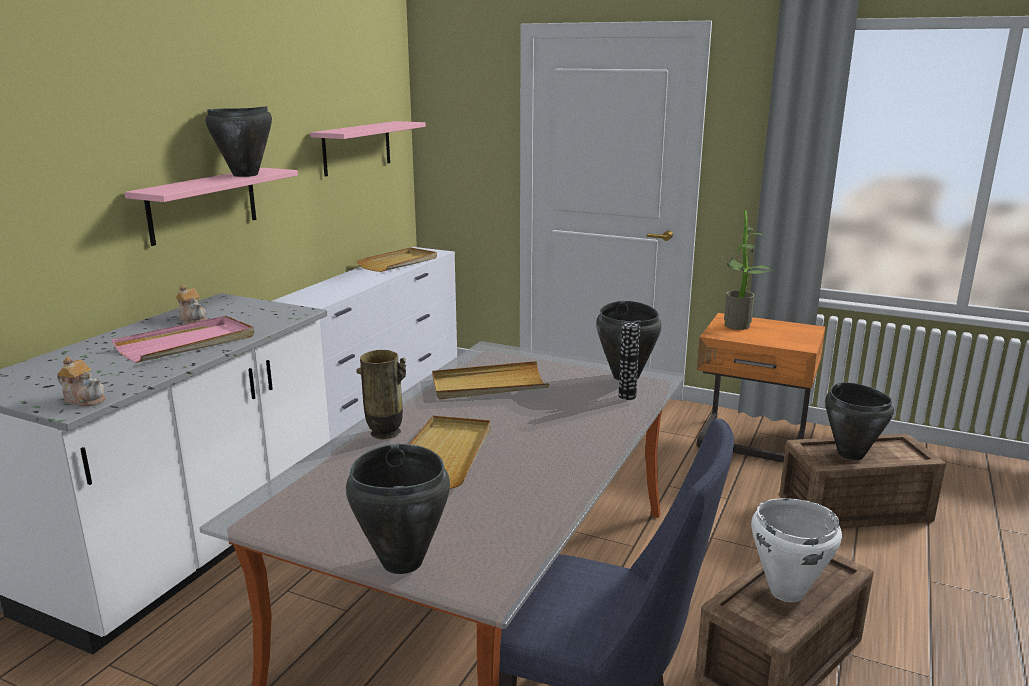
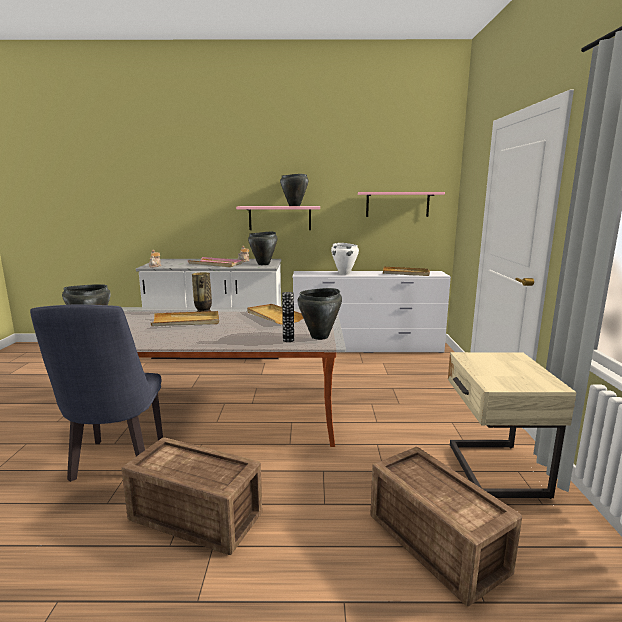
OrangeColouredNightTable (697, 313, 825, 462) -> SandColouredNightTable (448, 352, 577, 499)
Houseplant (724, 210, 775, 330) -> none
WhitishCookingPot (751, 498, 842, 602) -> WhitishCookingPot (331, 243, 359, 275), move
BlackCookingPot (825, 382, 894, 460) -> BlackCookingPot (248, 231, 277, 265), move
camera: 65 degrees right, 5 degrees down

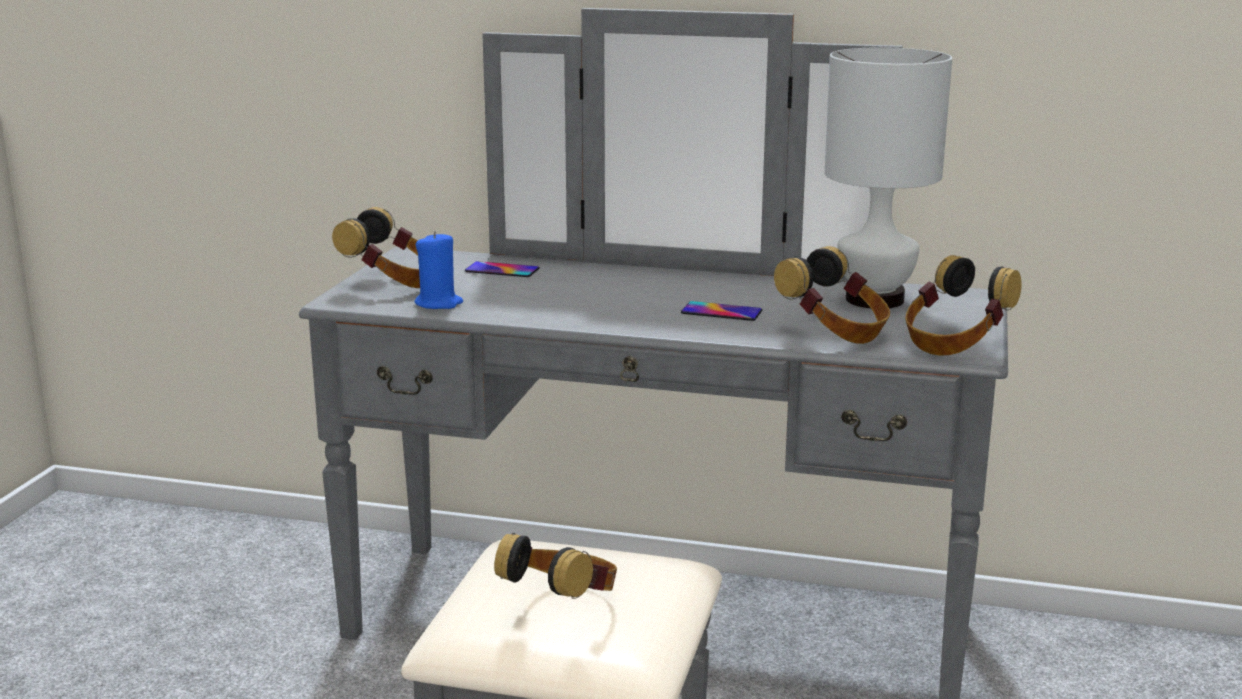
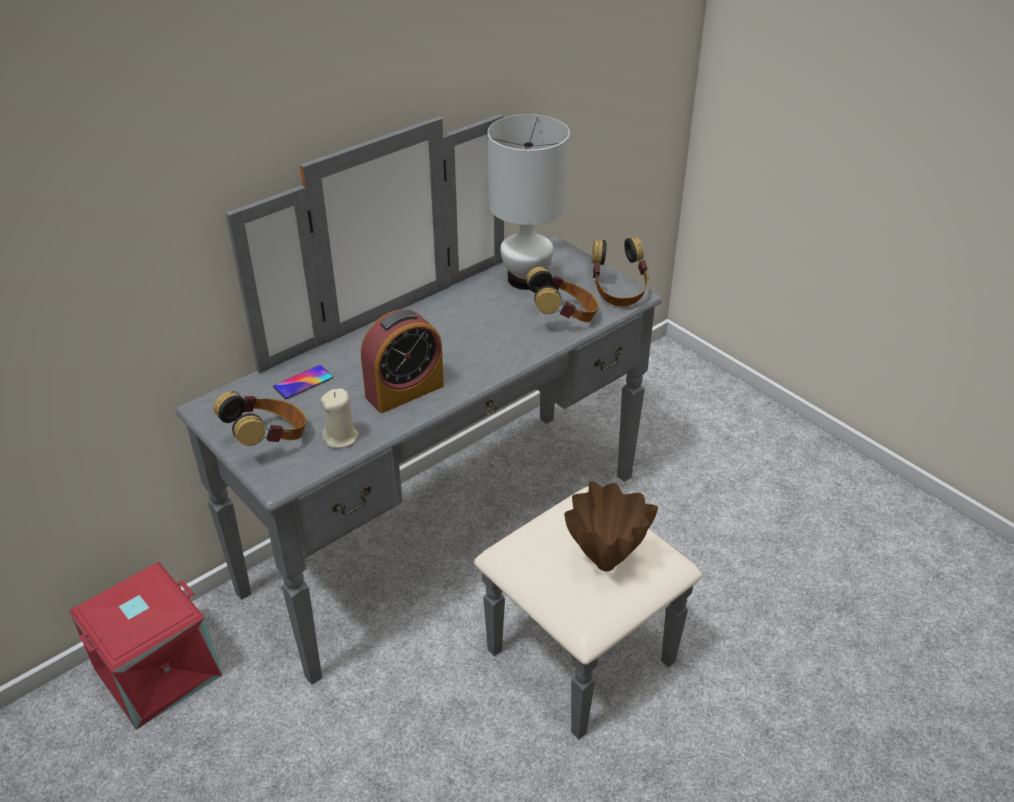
BlueColouredCandle (414, 231, 463, 309) -> SandColouredCandle (321, 388, 359, 448)
Headphones (494, 533, 617, 599) -> BrownFlowerVase (564, 481, 658, 571)
Phone (681, 301, 763, 321) -> none
none -> RedColouredStorageBin (69, 562, 222, 730)
none -> BedsideClock (361, 309, 444, 413)
camera: 55 degrees left, 20 degrees up

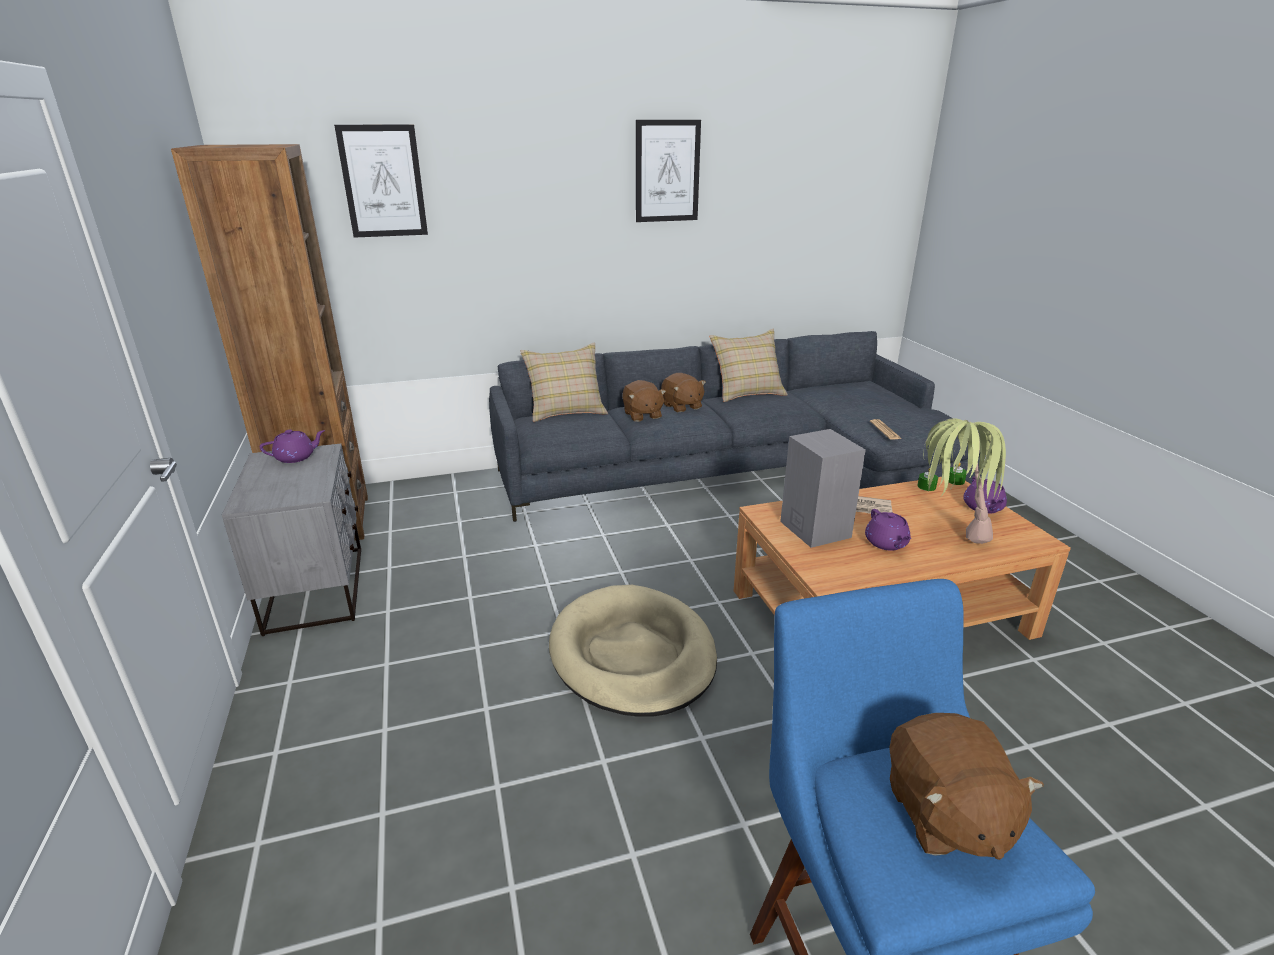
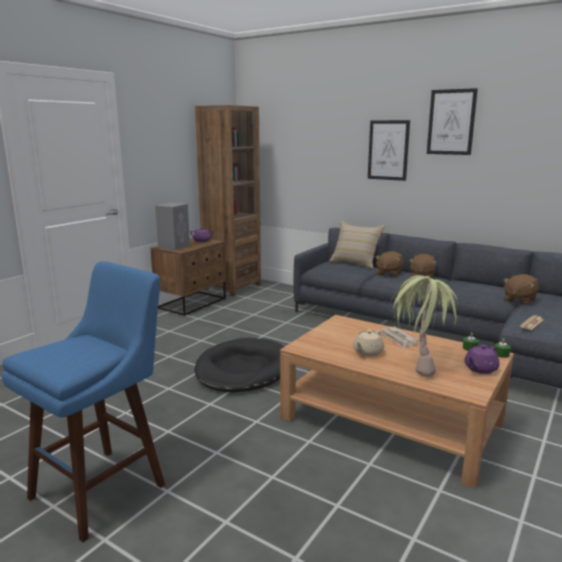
GreyNightTable (222, 444, 361, 636) -> BrownNightTable (150, 237, 226, 316)
Picture (334, 125, 428, 238) -> Picture (368, 120, 410, 181), move
SandColouredDogCushion (549, 585, 717, 717) -> BlackDogCushion (194, 338, 284, 392)
SandColouredPillow (709, 329, 788, 402) -> none
GreyLoudspeaker (780, 429, 866, 548) -> GreyLoudspeaker (155, 202, 190, 250), move
PurplishTeapot (865, 509, 911, 551) -> SandColouredTeapot (353, 330, 384, 357)
BrownSoftToy (889, 713, 1044, 860) -> BrownSoftToy (503, 274, 539, 305), move
camera: 50 degrees right, 10 degrees down

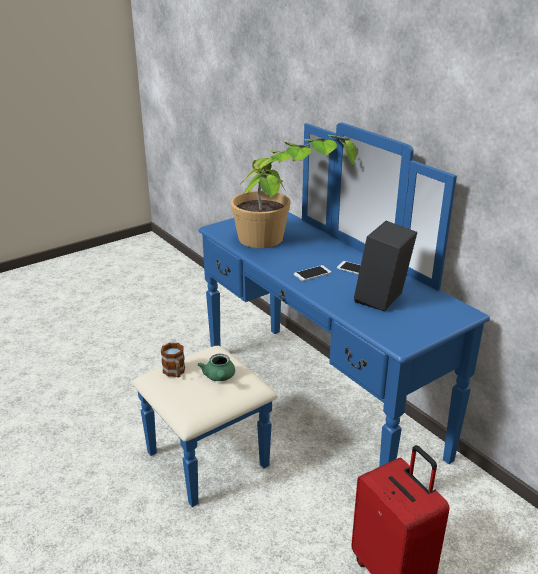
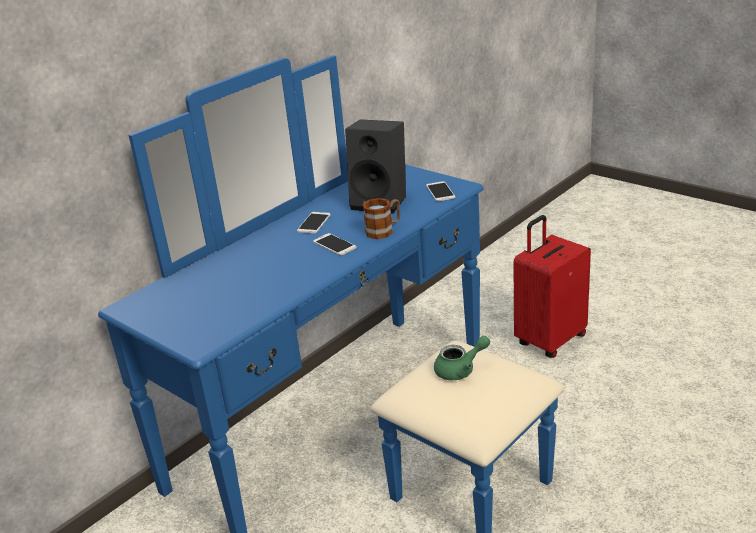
TeaMug (161, 343, 185, 378) -> TeaMug (363, 198, 400, 239), move
Houseplant (230, 135, 357, 248) -> none
none -> Phone (426, 181, 455, 201)
camera: 100 degrees left, 0 degrees up

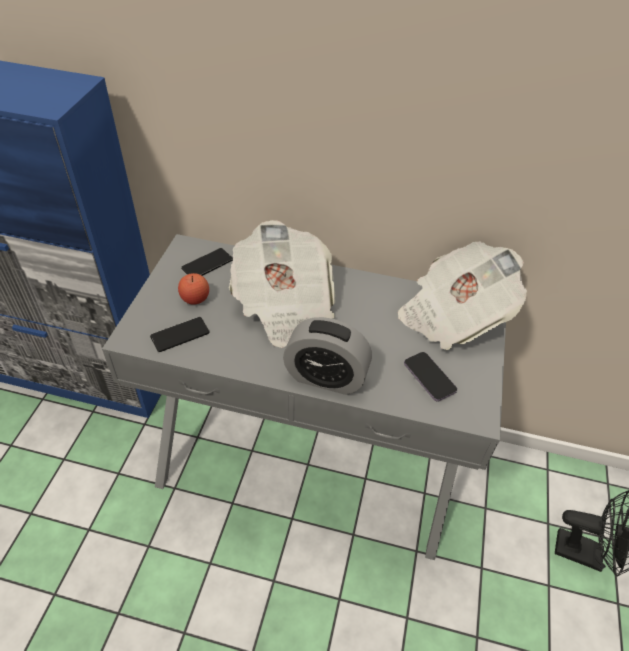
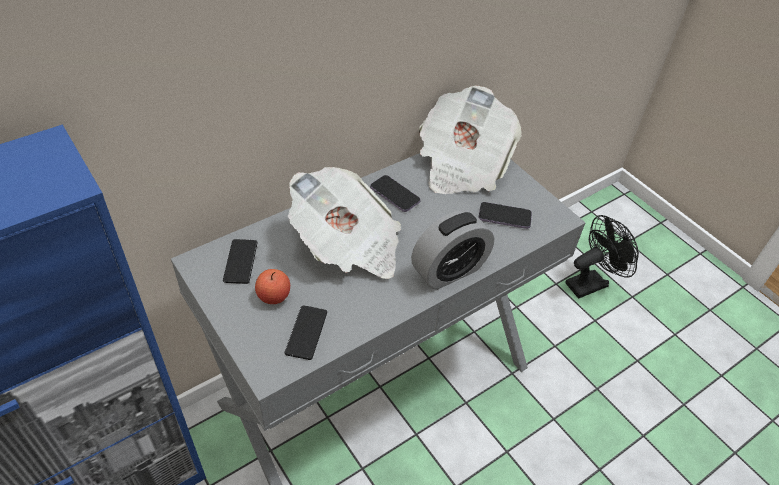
none -> Phone (370, 175, 421, 212)
camera: 50 degrees left, 0 degrees up

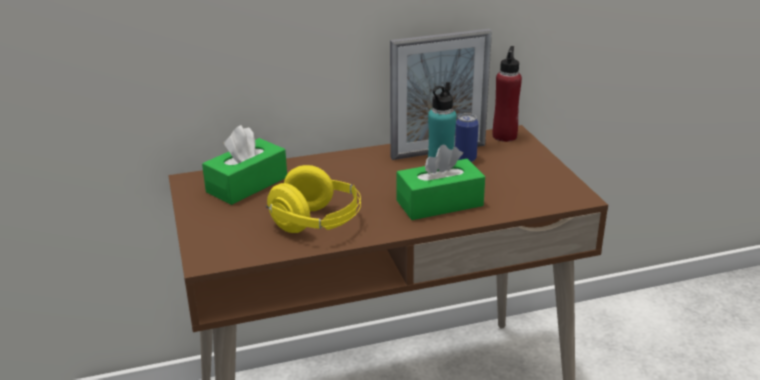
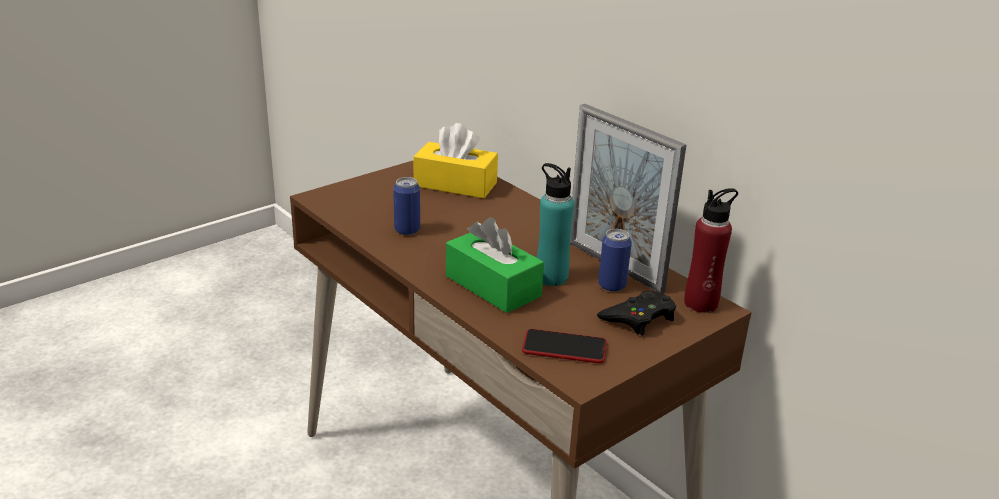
GreenishTissueHolder (202, 125, 287, 205) -> YellowishTissueHolder (413, 123, 498, 198)
YellowishHeadphones (266, 165, 361, 233) -> Can (393, 177, 420, 235)
none -> Phone (522, 329, 607, 363)
none -> BlackGameController (597, 291, 676, 336)
camera: 65 degrees right, 0 degrees up

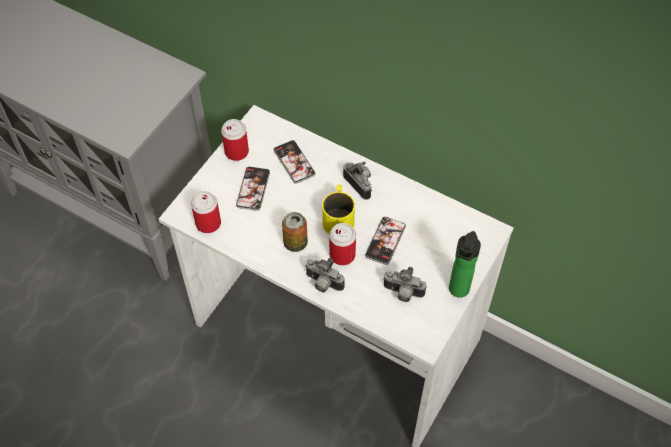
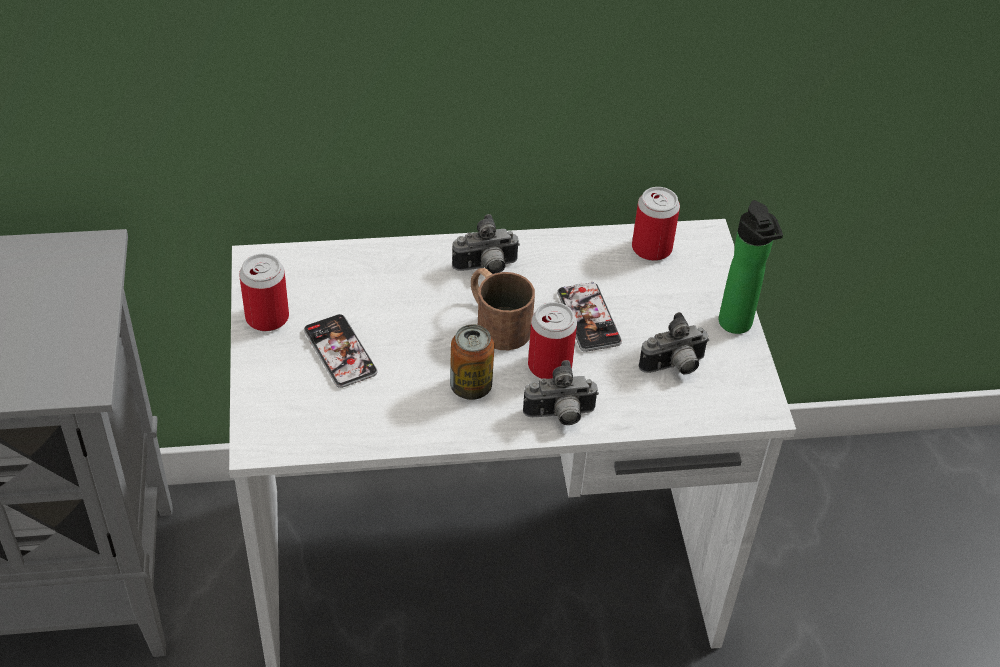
Can (191, 191, 221, 233) -> Can (632, 187, 680, 261), move
Phone (273, 140, 316, 184) -> none
YellowishTeaMug (322, 185, 355, 234) -> BrownTeaMug (471, 268, 535, 350)
PhotoCamera (343, 161, 372, 200) -> PhotoCamera (452, 214, 520, 274), 150 degrees clockwise
camera: 40 degrees left, 10 degrees down

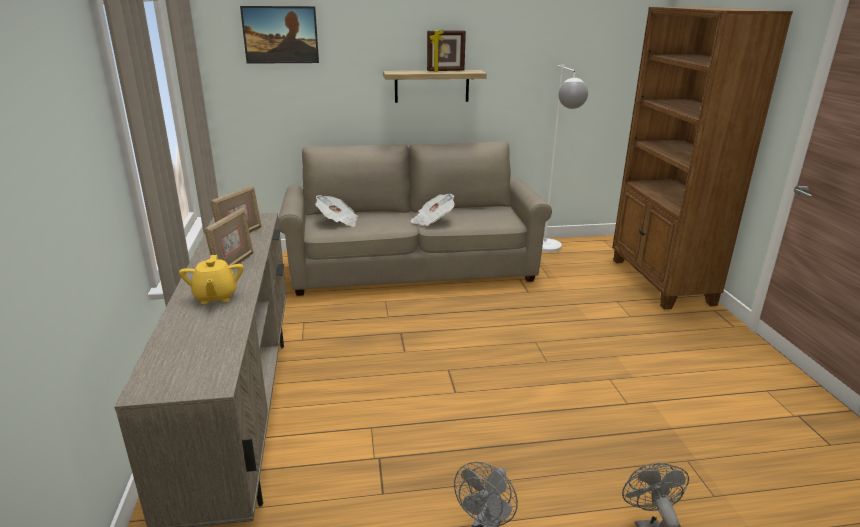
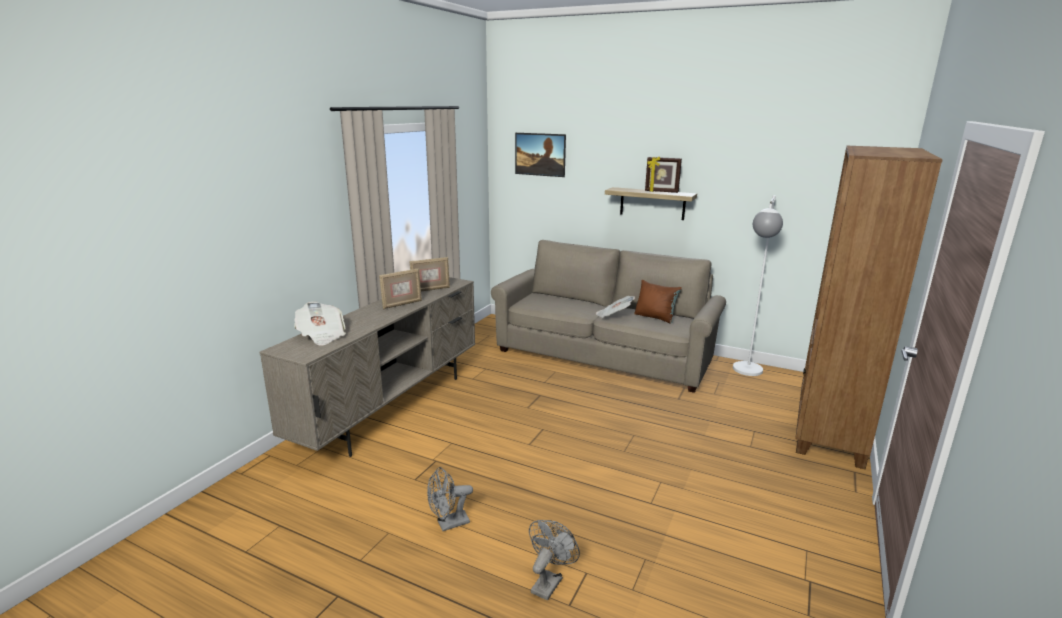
YellowishTeapot (179, 255, 244, 304) -> none
PrintedPaper (316, 195, 358, 227) -> PrintedPaper (294, 302, 346, 346), move
none -> BrownPillow (634, 280, 682, 324)
camera: 35 degrees right, 5 degrees down

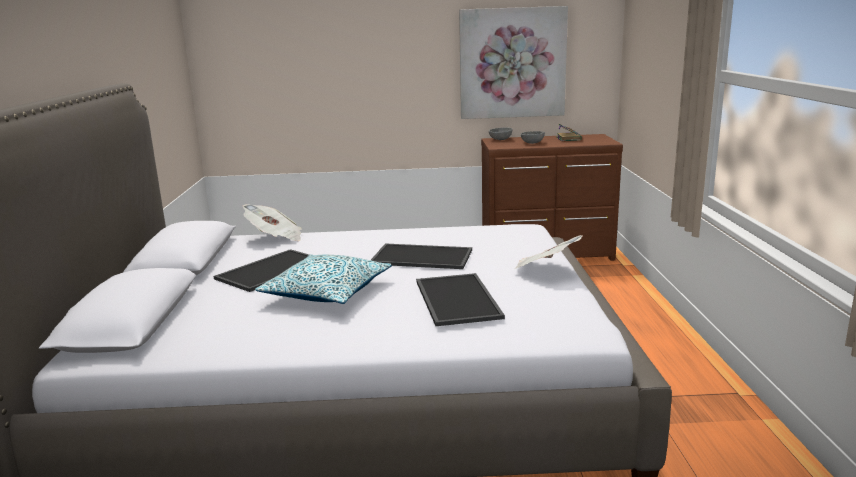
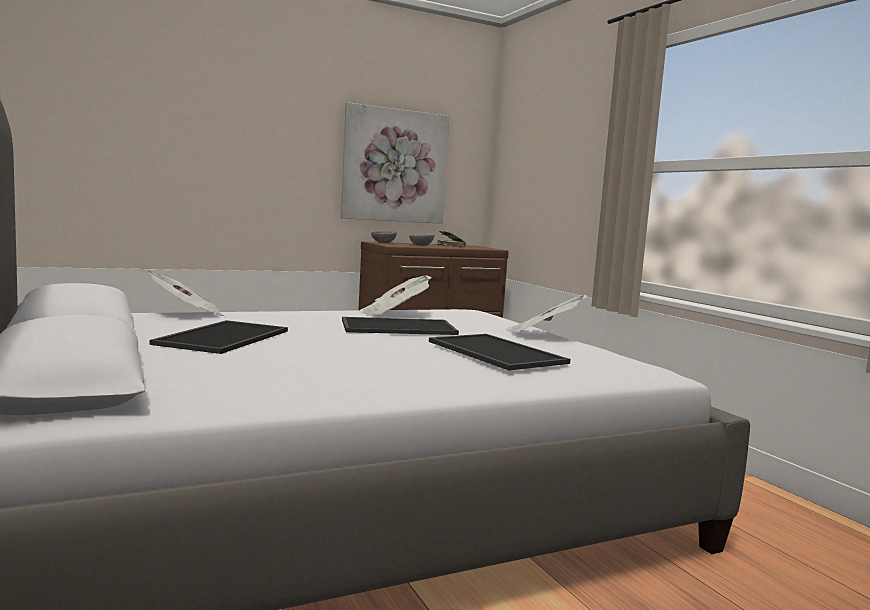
Pillow (255, 255, 392, 304) -> none
none -> PrintedPaper (359, 276, 431, 315)
camera: 25 degrees left, 10 degrees down

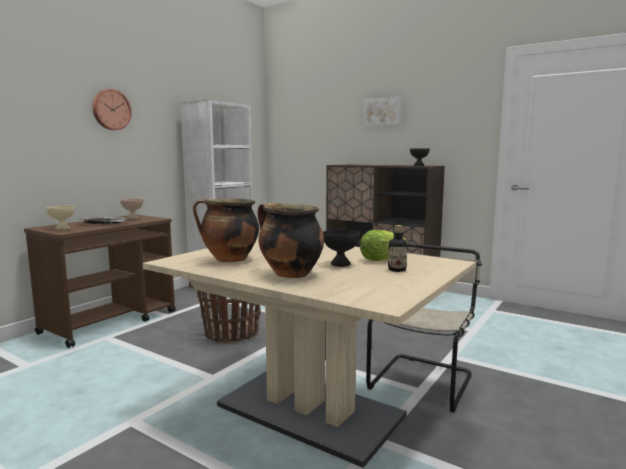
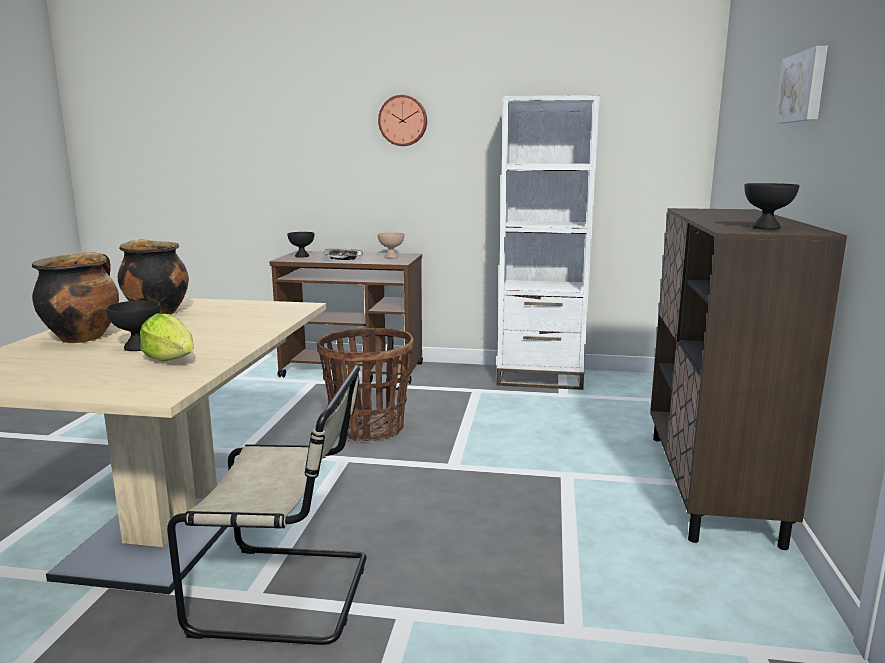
SandColouredDeepDish (46, 206, 75, 230) -> BlackDeepDish (287, 232, 314, 257)
BeverageBottle (388, 225, 407, 272) -> none
camera: 65 degrees right, 5 degrees up

